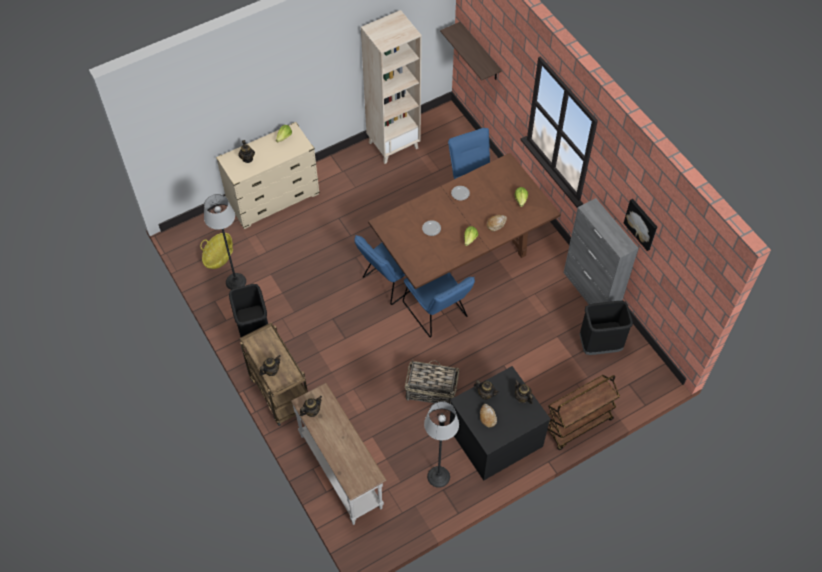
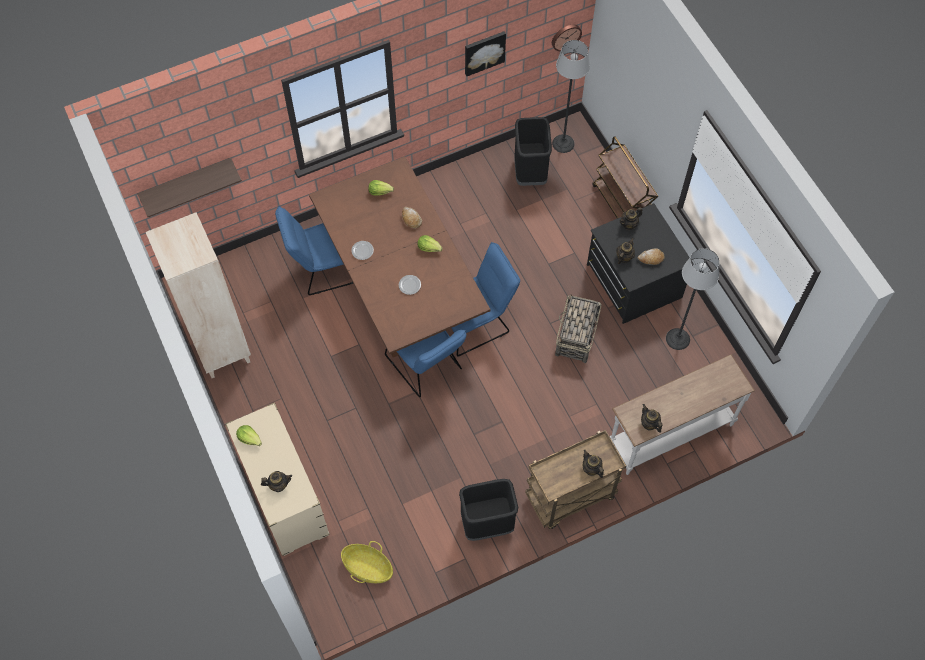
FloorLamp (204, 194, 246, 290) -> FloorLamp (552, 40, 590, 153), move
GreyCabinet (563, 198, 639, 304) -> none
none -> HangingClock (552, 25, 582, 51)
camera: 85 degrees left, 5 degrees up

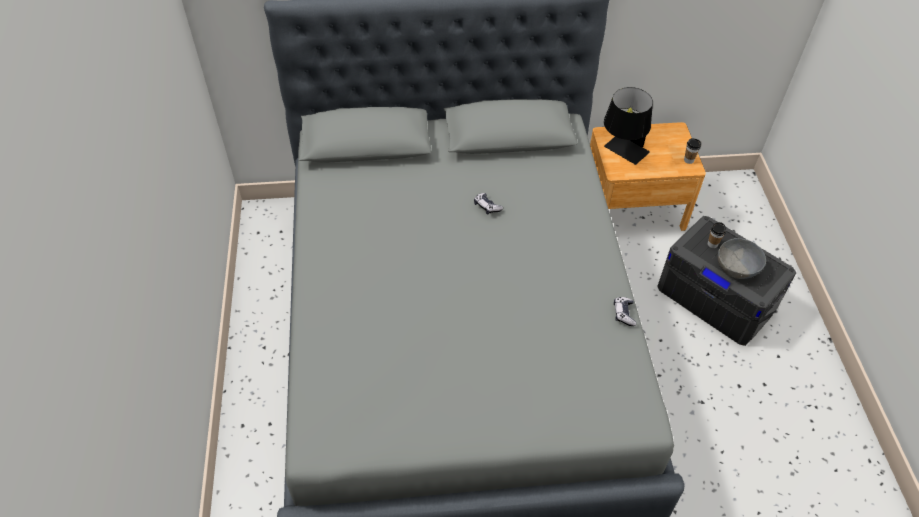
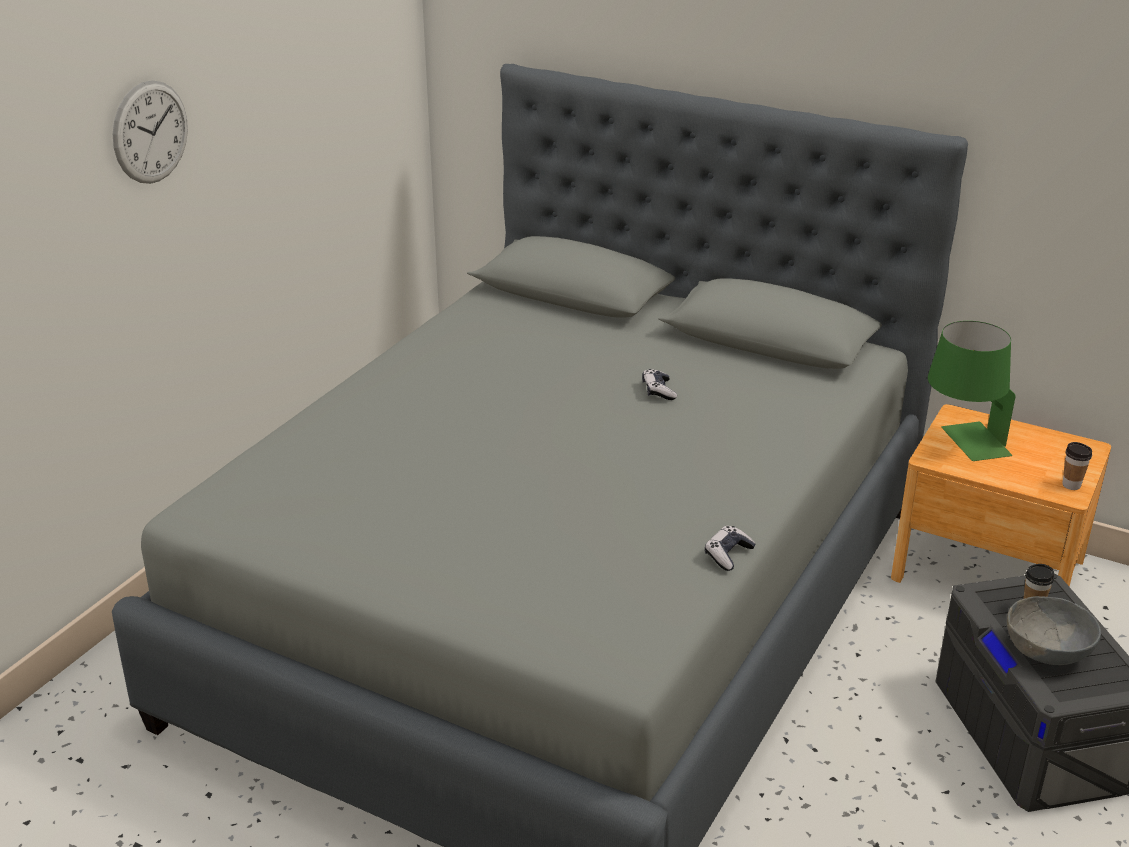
BlackTabletopLamp (604, 87, 653, 165) -> GreenishTabletopLamp (928, 321, 1016, 461)
none -> HangingClock (113, 80, 188, 184)
camera: 35 degrees right, 20 degrees down

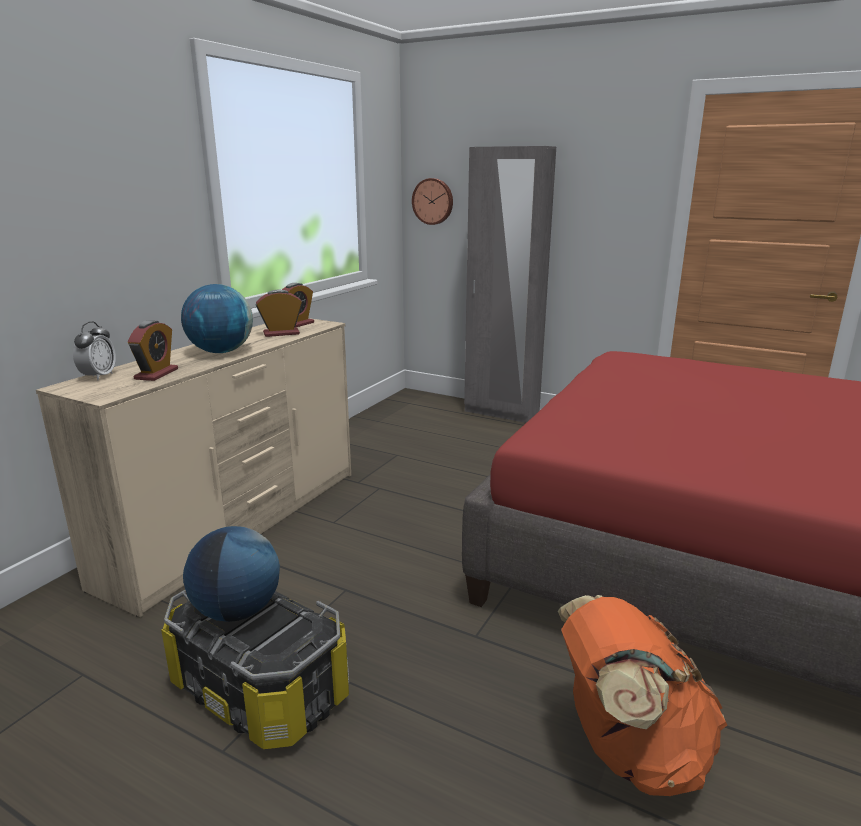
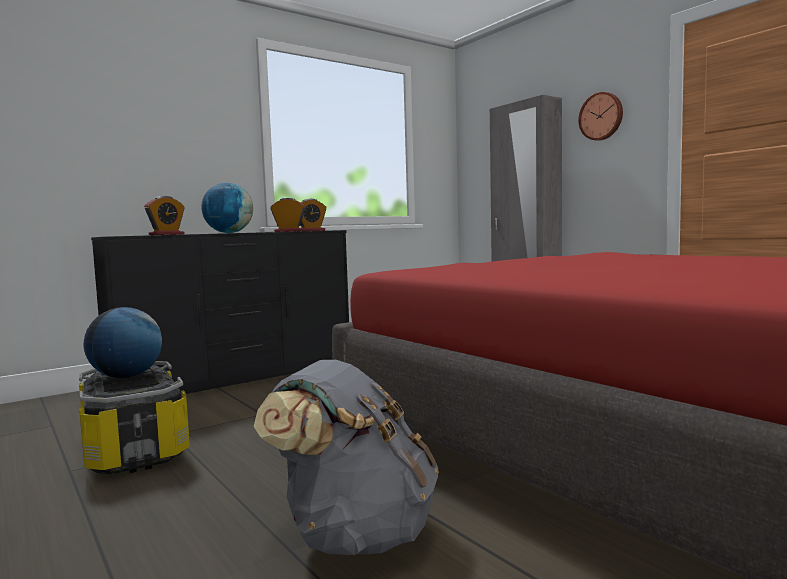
SandColouredDrawerChest (36, 318, 351, 617) -> BlackDrawerChest (91, 230, 349, 394)
BedsideClock (73, 321, 116, 381) -> none
HangingClock (412, 178, 453, 225) -> HangingClock (578, 92, 623, 141), move
OrangeColouredRucksack (558, 595, 727, 796) -> GreyRucksack (254, 360, 439, 555)
camera: 25 degrees right, 15 degrees down

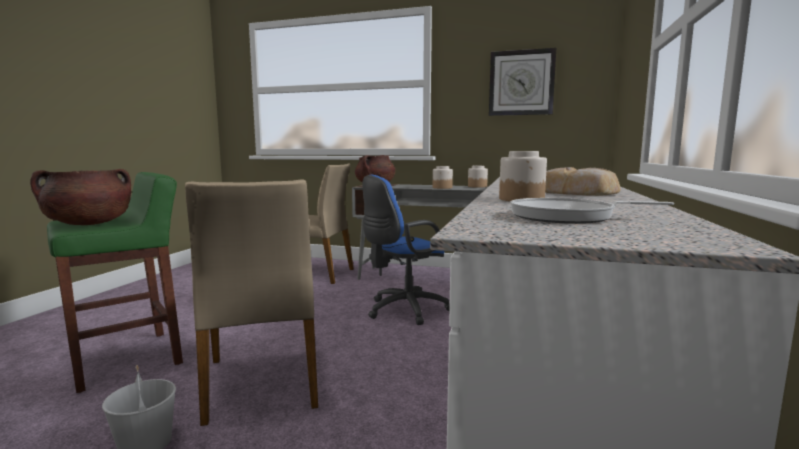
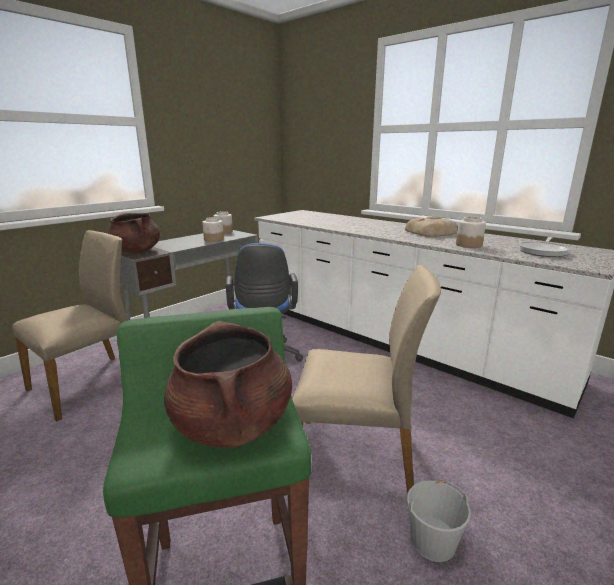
HangingClock (489, 48, 556, 116) -> none
camera: 65 degrees left, 10 degrees up

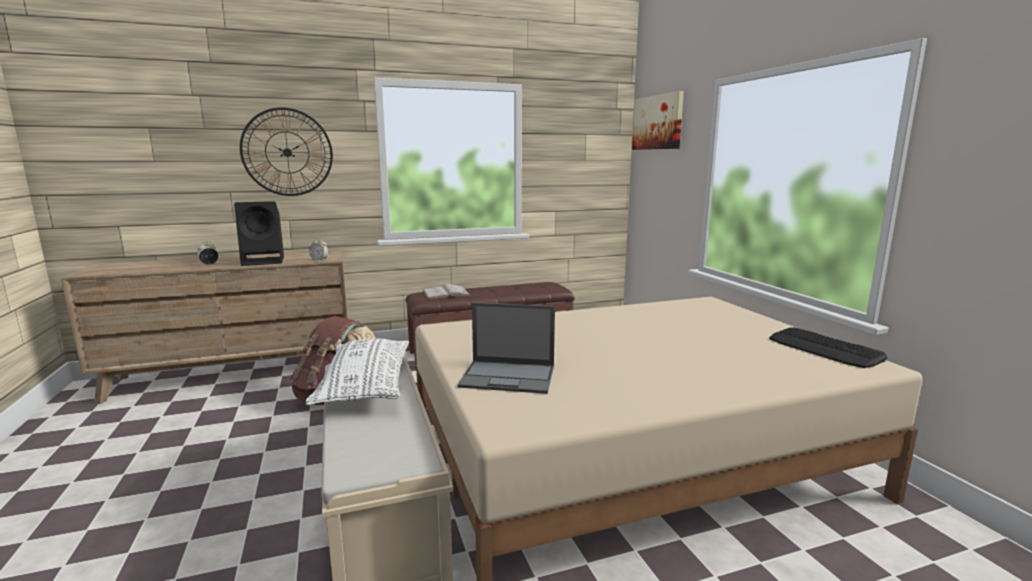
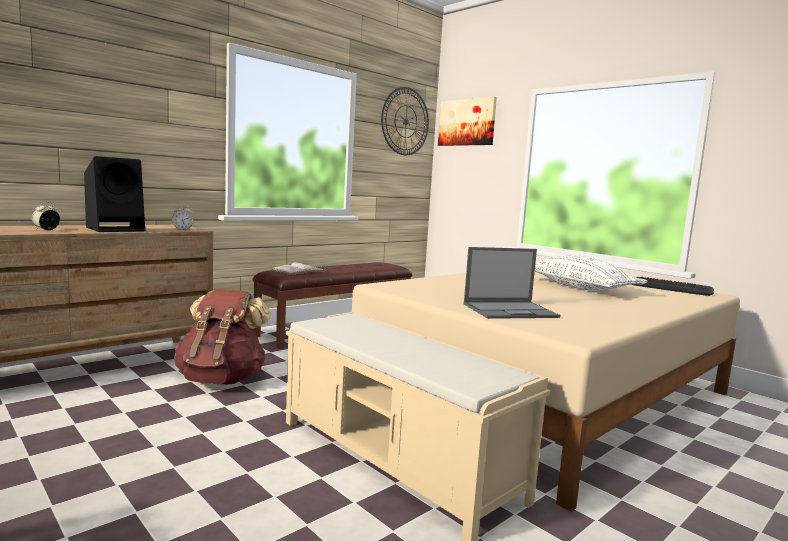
HangingClock (240, 108, 333, 196) -> HangingClock (381, 87, 429, 155), move
WhitishPillow (306, 338, 409, 405) -> WhitishPillow (535, 255, 648, 291), move
camera: 25 degrees left, 5 degrees down

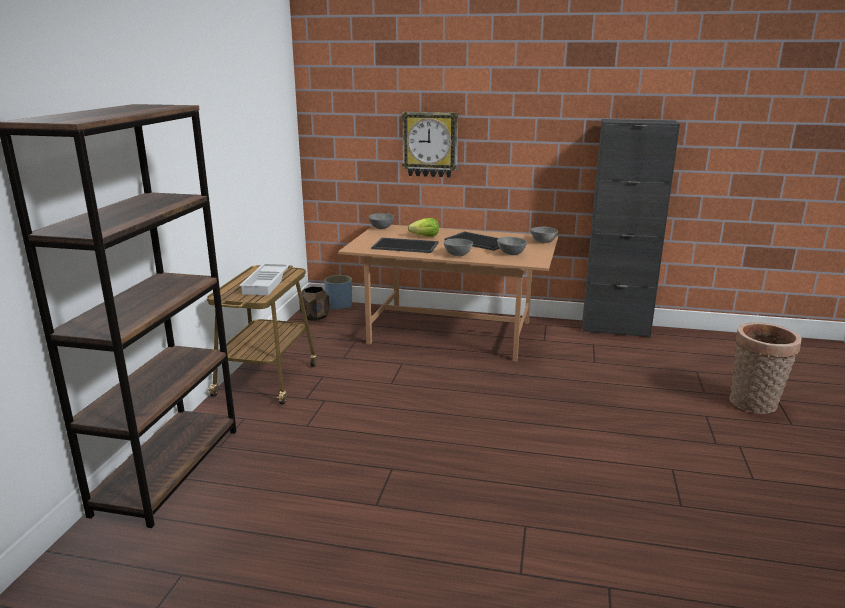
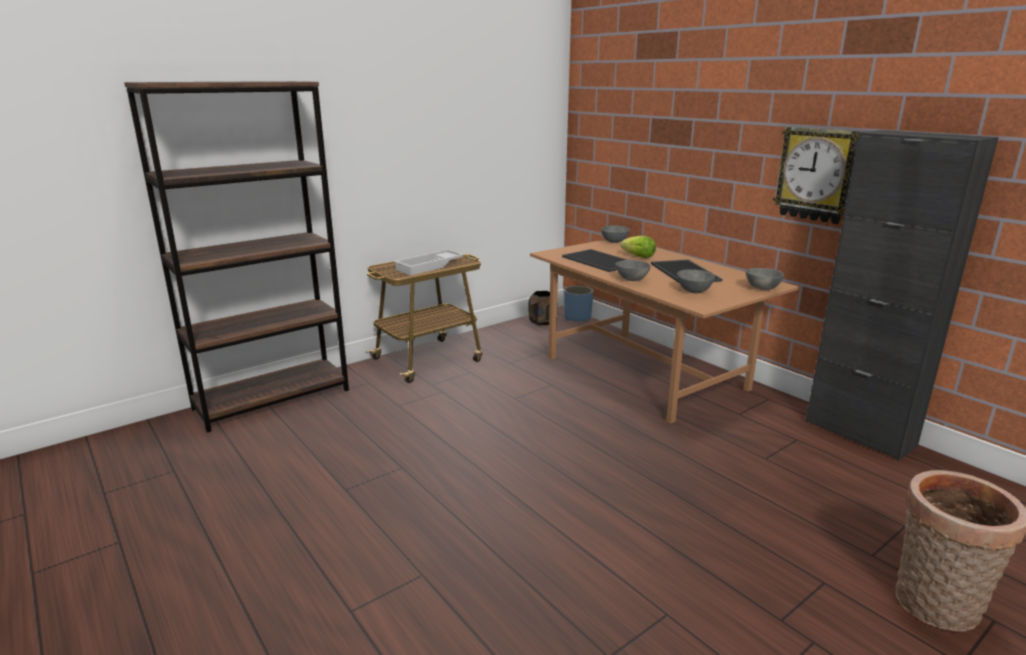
HangingClock (402, 112, 458, 177) -> HangingClock (773, 127, 865, 224), move
camera: 40 degrees right, 0 degrees up

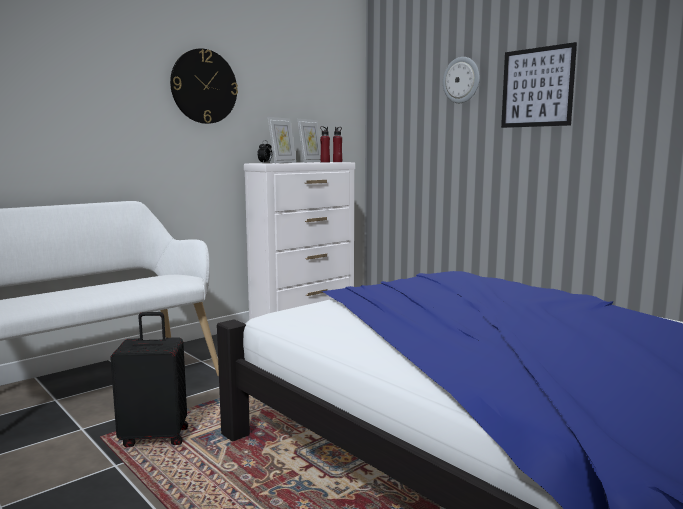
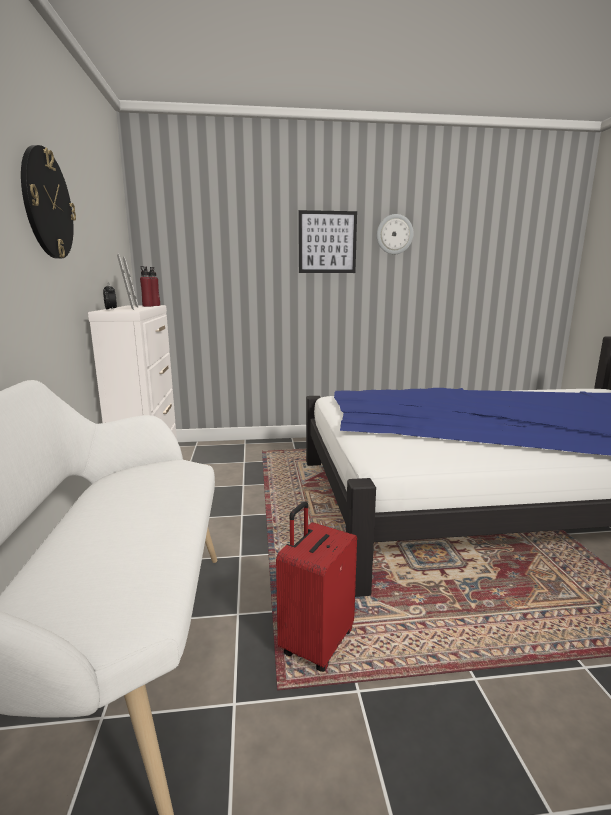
BlackPieceOfLuggage (110, 312, 188, 447) -> RedColouredPieceOfLuggage (276, 501, 357, 672)
HangingClock (443, 57, 480, 103) -> HangingClock (377, 214, 413, 254), move
camera: 55 degrees left, 5 degrees up

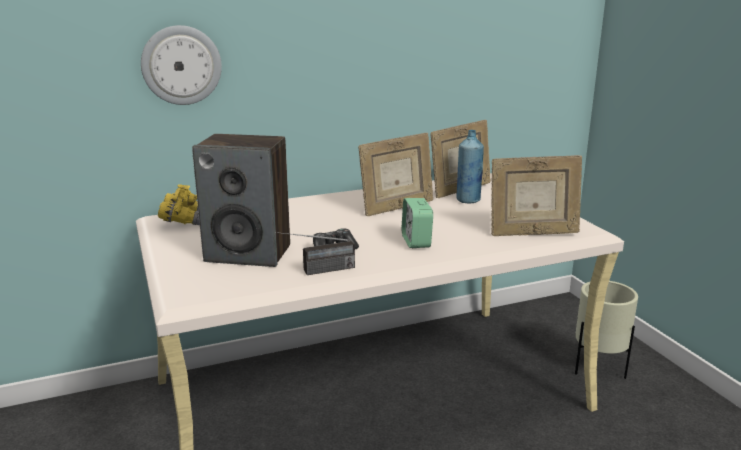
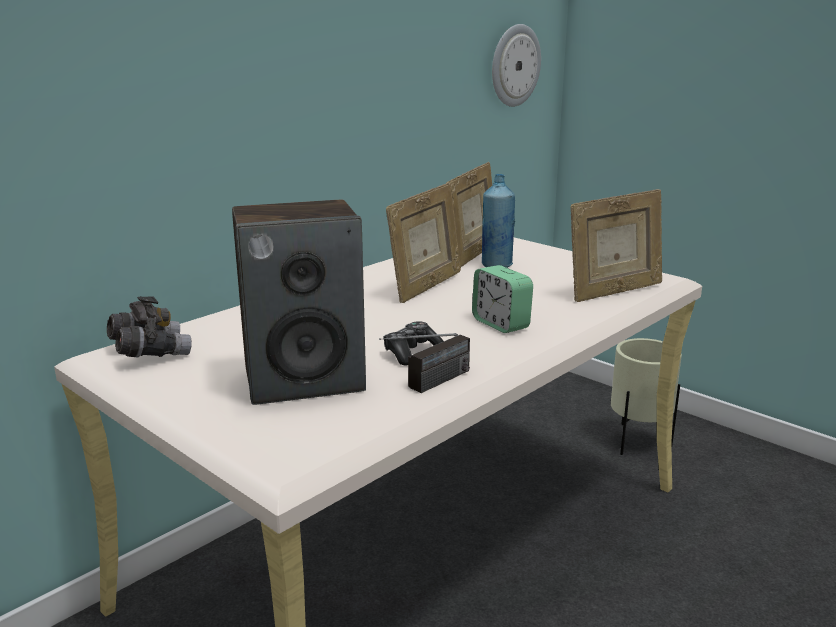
HangingClock (141, 25, 222, 105) -> HangingClock (492, 24, 541, 107), move
YellowishBinoculars (158, 184, 200, 225) -> GreyBinoculars (107, 296, 192, 358)
camera: 25 degrees left, 0 degrees up

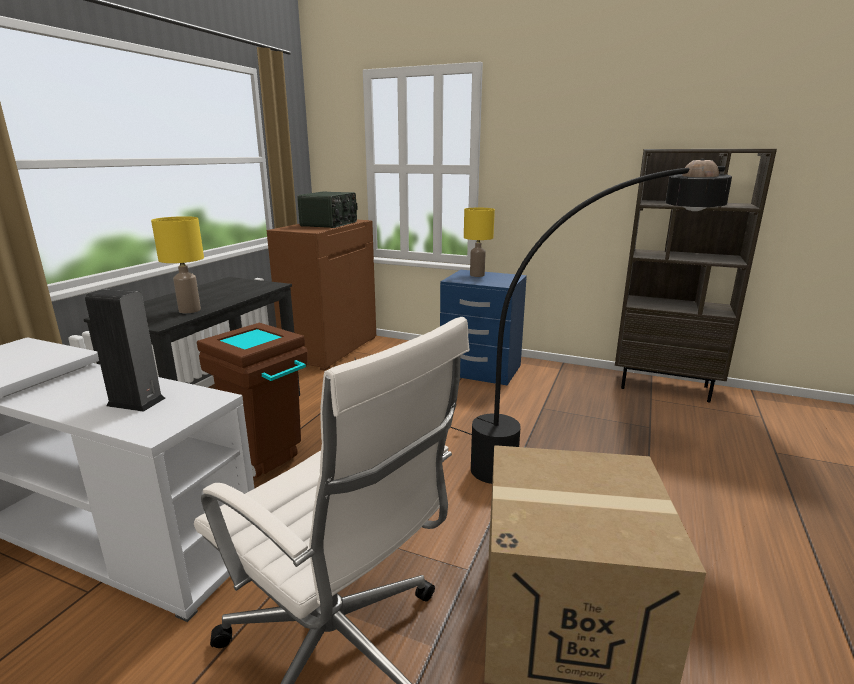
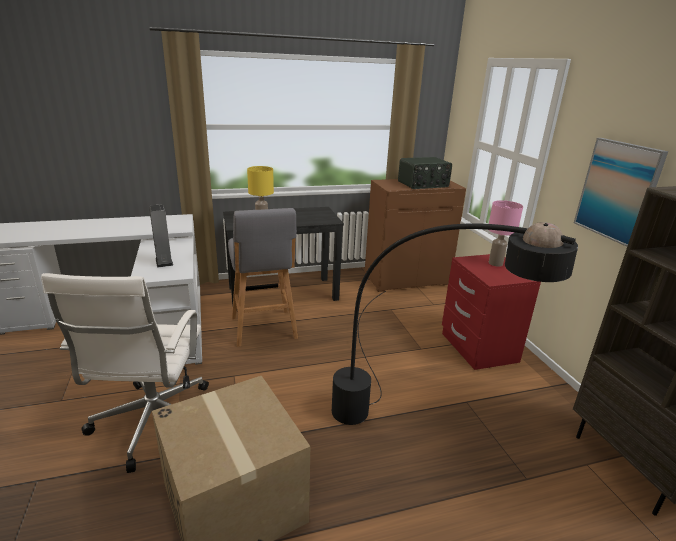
BrownTrashCan (197, 323, 308, 479) -> GreySittingStool (228, 208, 298, 347)
BlueColouredNightTable (440, 270, 527, 386) -> RedColouredNightTable (442, 254, 541, 370)
YellowishTabletopLamp (464, 208, 495, 277) -> PinkTabletopLamp (489, 200, 523, 267)
none -> Picture (574, 138, 668, 247)
camera: 50 degrees right, 5 degrees up

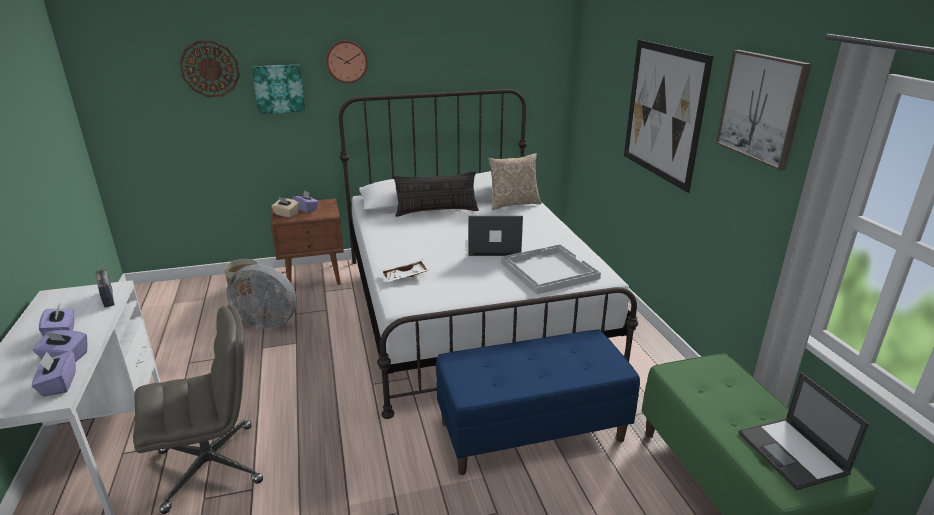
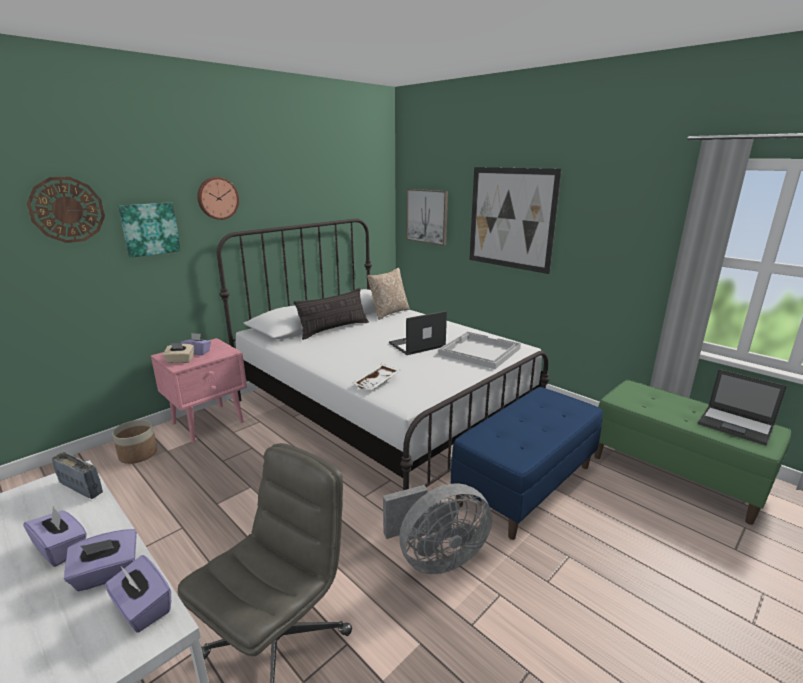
GreyElectricFan (227, 265, 297, 329) -> GreyElectricFan (383, 483, 492, 574), move
BrownNightTable (271, 199, 344, 285) -> PinkNightTable (150, 338, 247, 443)
Picture (716, 50, 811, 170) -> Picture (407, 189, 448, 246), move
camera: 30 degrees left, 5 degrees down

